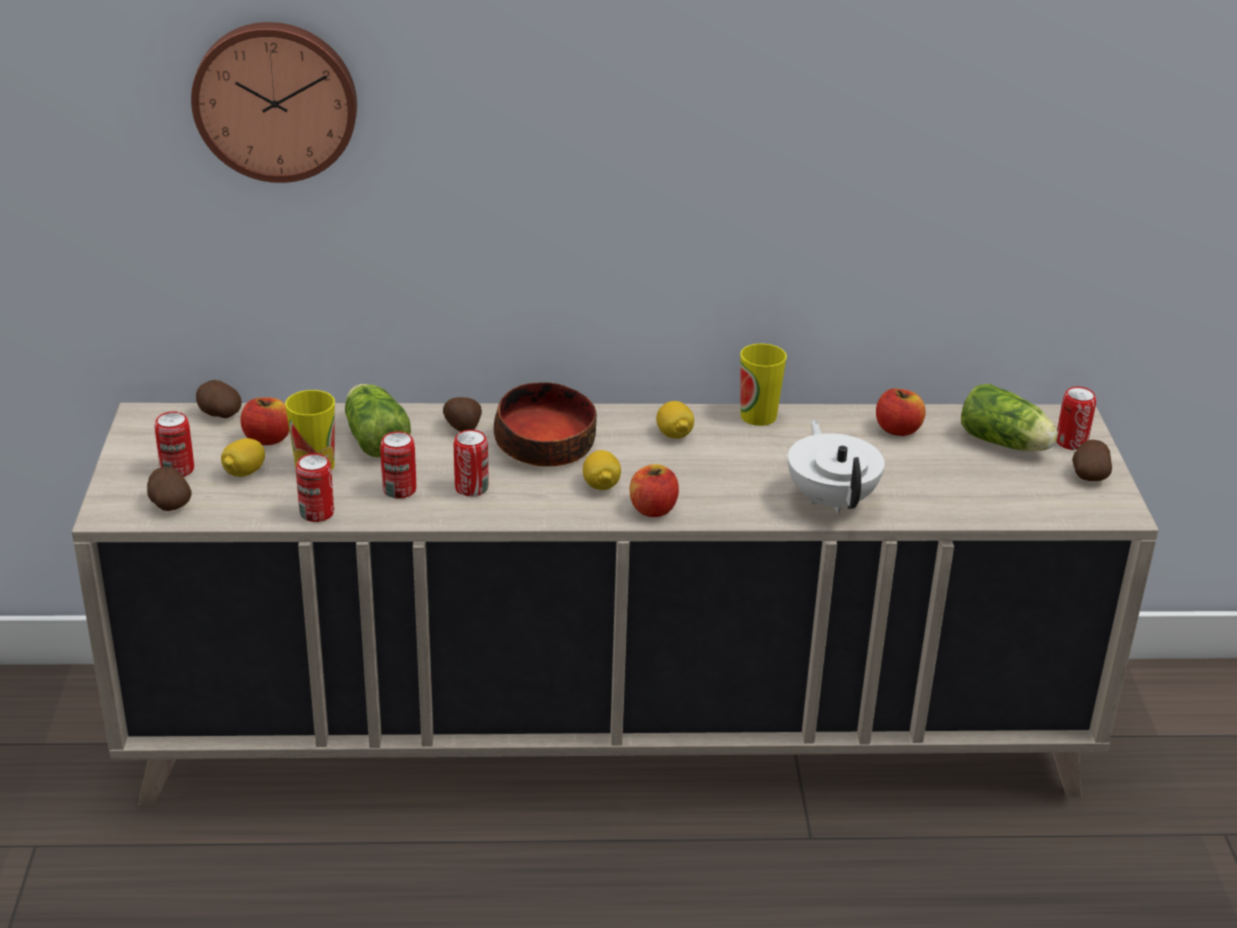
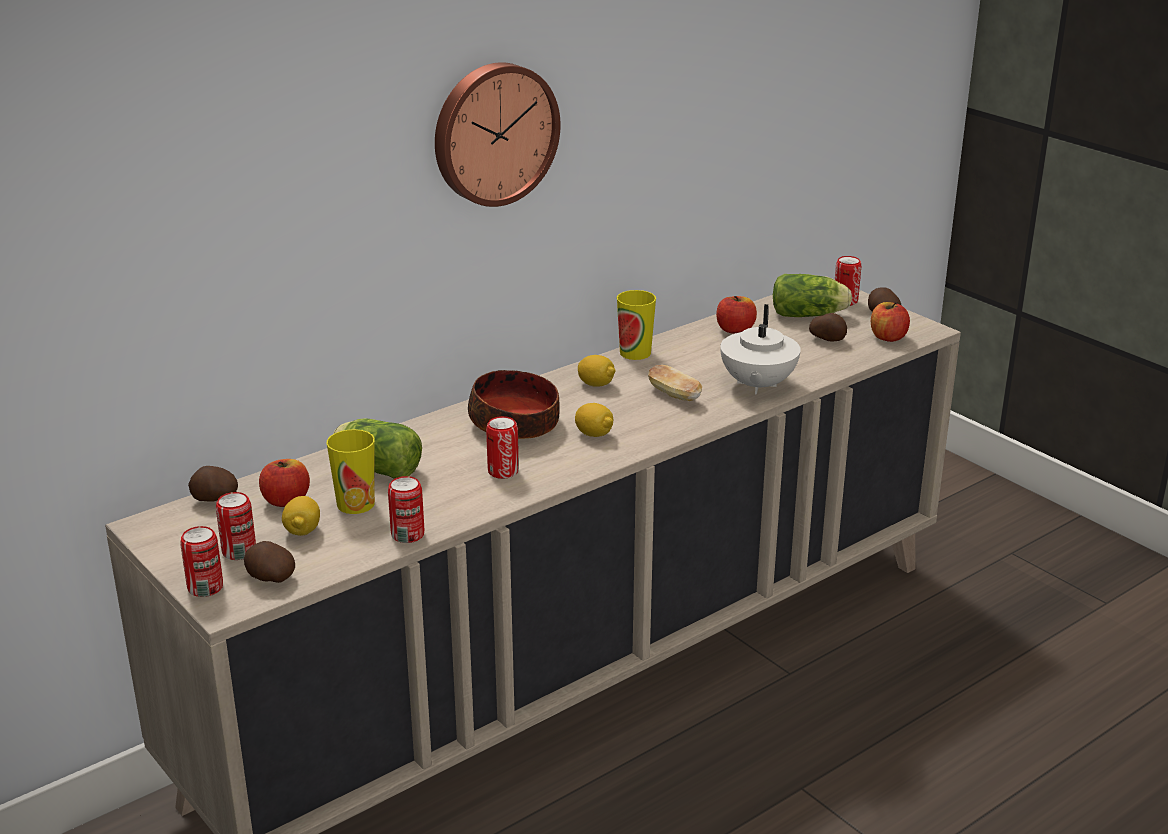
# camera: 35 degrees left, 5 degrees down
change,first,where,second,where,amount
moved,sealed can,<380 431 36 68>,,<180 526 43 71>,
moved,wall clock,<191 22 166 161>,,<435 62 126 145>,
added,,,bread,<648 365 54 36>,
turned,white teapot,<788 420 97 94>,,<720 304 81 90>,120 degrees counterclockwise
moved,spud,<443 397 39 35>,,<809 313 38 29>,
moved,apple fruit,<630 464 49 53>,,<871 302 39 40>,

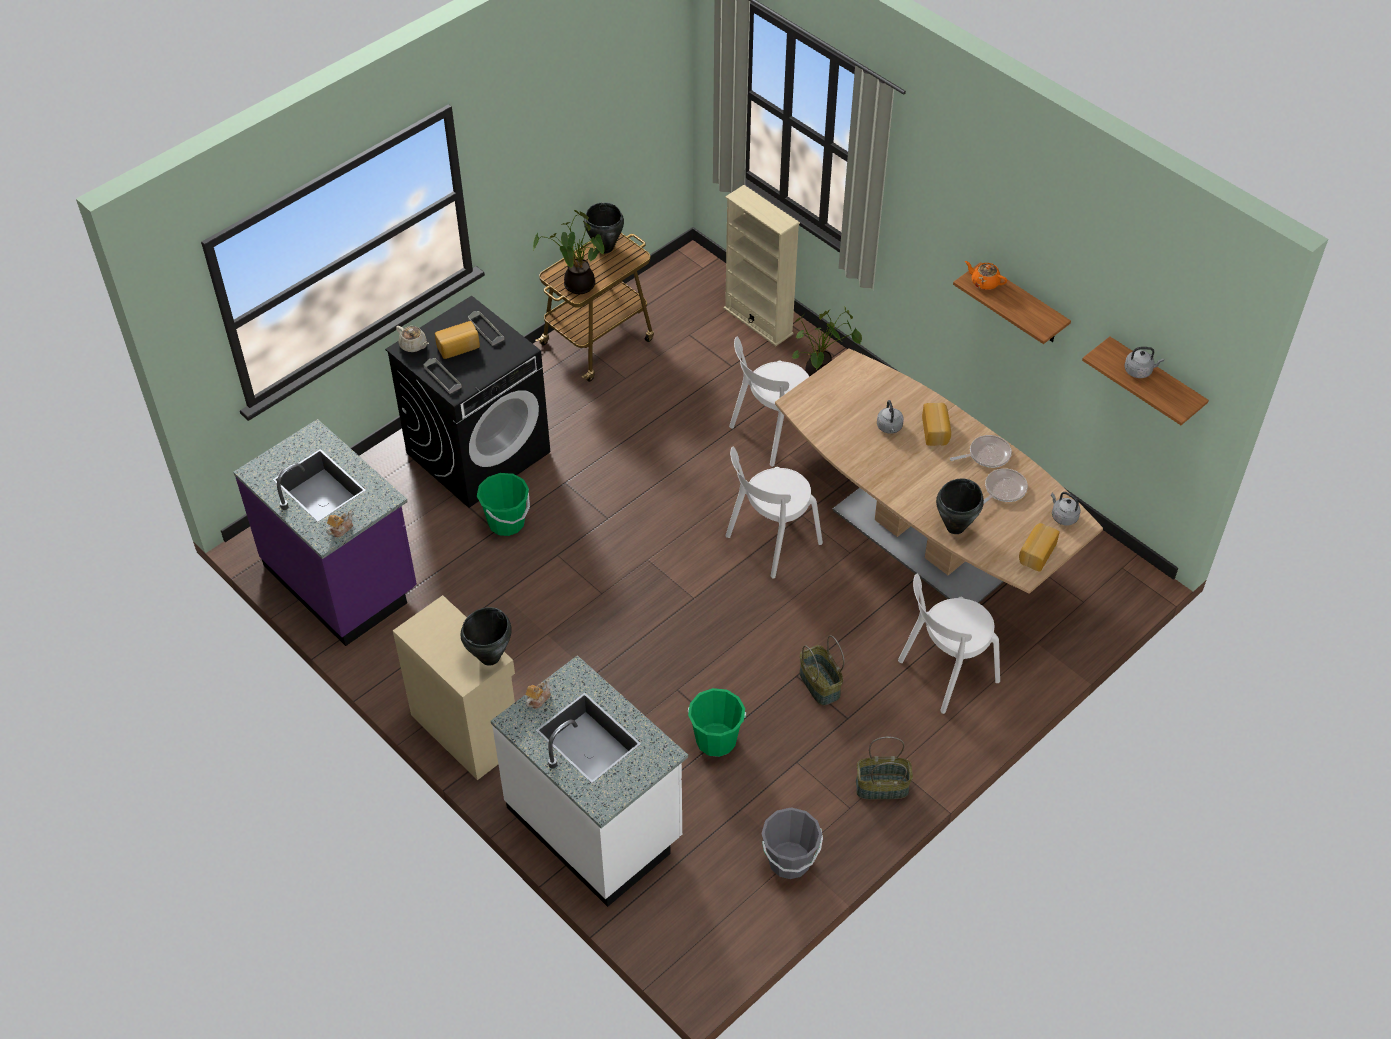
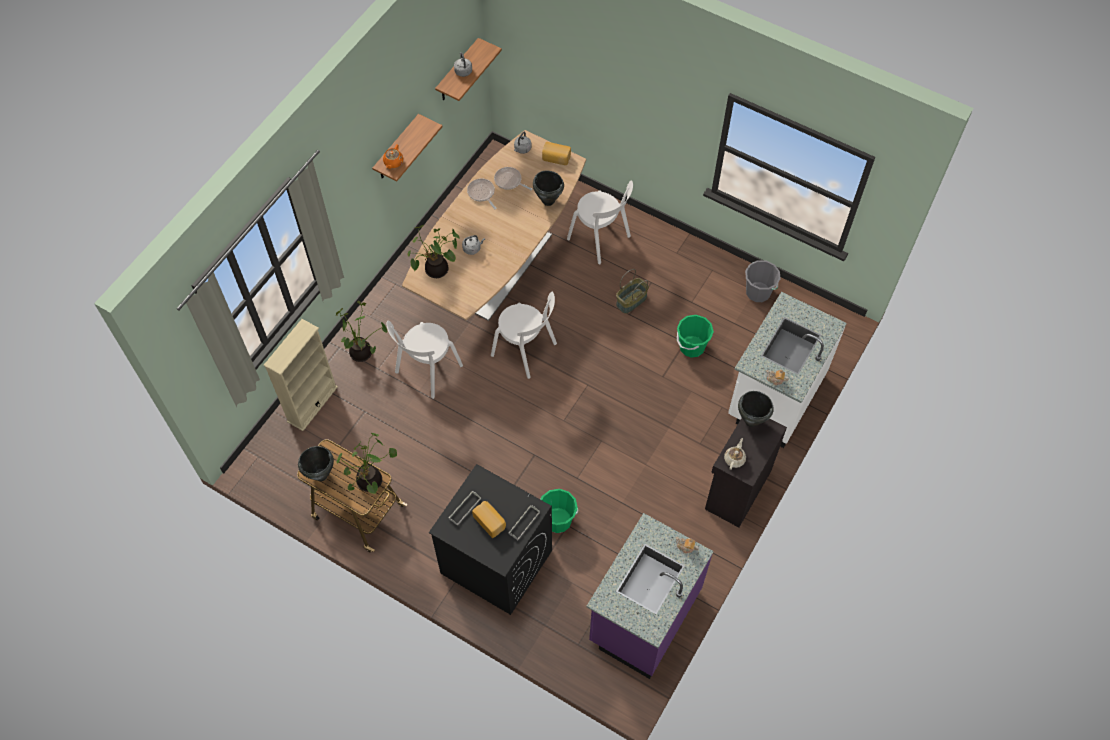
# camera: 105 degrees left, 10 degrees up
change,first,where,second,where,amount
turned,white upright chair,<729 337 80 130>,,<387 320 76 79>,90 degrees clockwise
added,,,potted plant,<408 225 52 53>,
recoloured,beige storage cabinet,<393 595 122 185>,black-coloured storage cabinet,<705 418 82 109>,
moved,beige teapot,<396 326 33 26>,,<724 438 22 32>,
removed,household basket,<856 737 57 62>,,,
removed,bread,<922 403 29 43>,,,

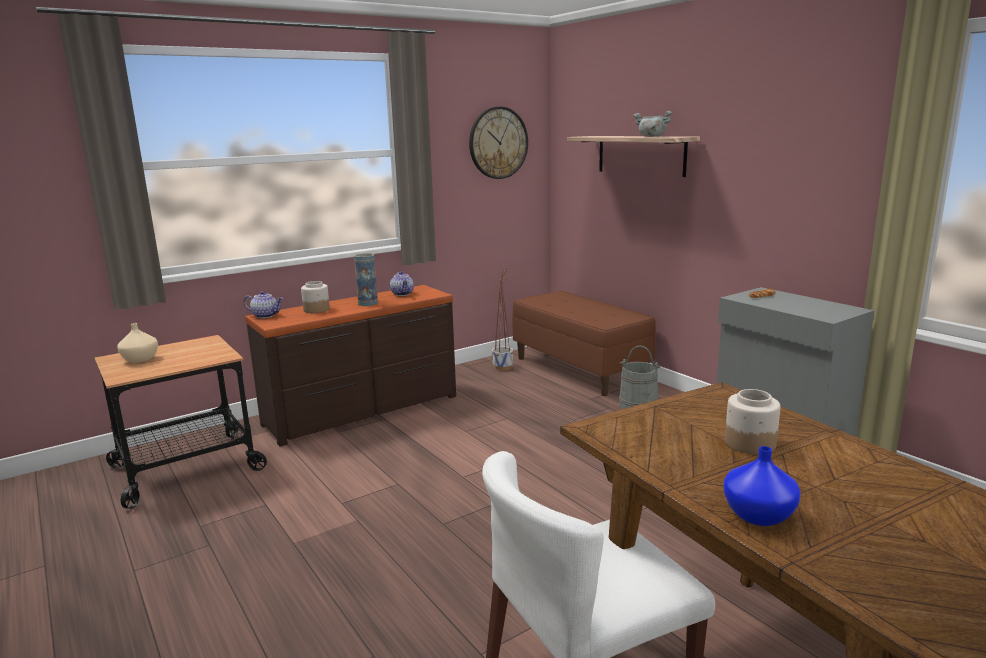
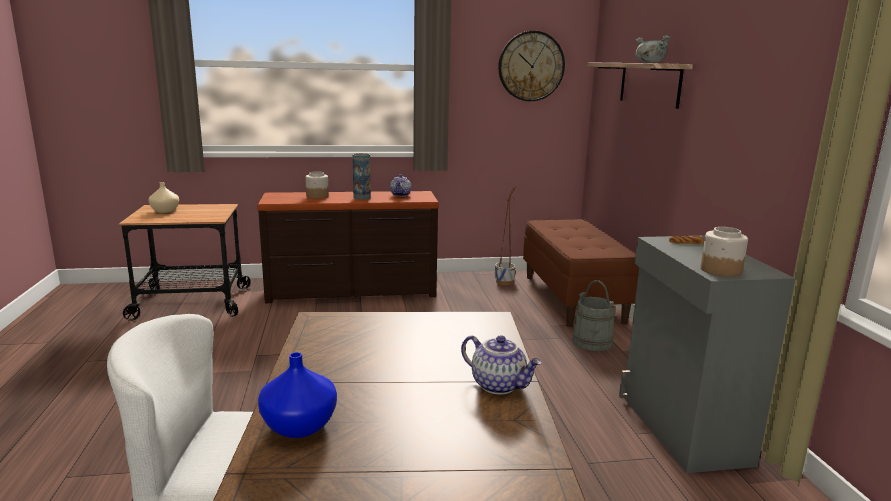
# camera: 25 degrees right, 0 degrees up
change,first,where,second,where,amount
moved,teapot,<244 291 39 27>,,<461 335 81 60>,
moved,jar,<725 389 55 66>,,<701 227 47 50>,

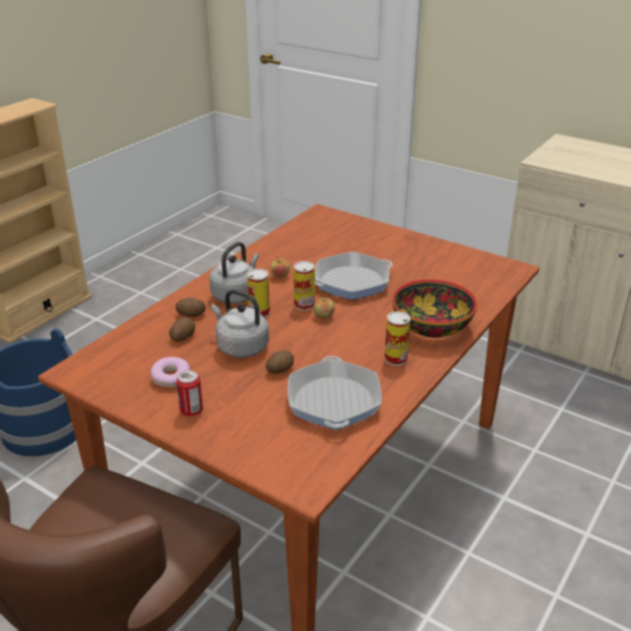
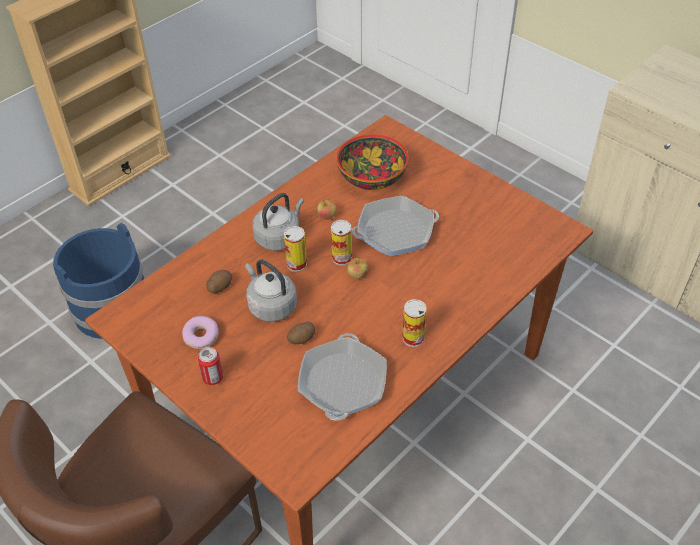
# camera: 10 degrees right, 15 degrees up
change,first,where,second,where,amount
moved,bowl,<392 279 85 59>,,<336 134 73 56>,
removed,spud,<175 298 31 19>,,,

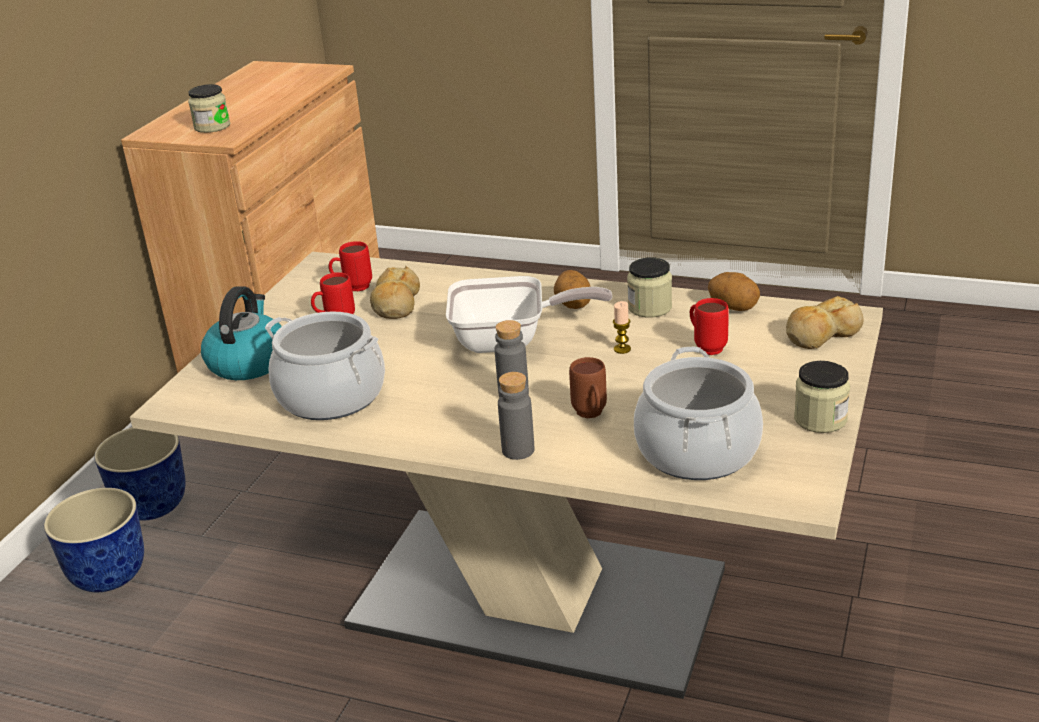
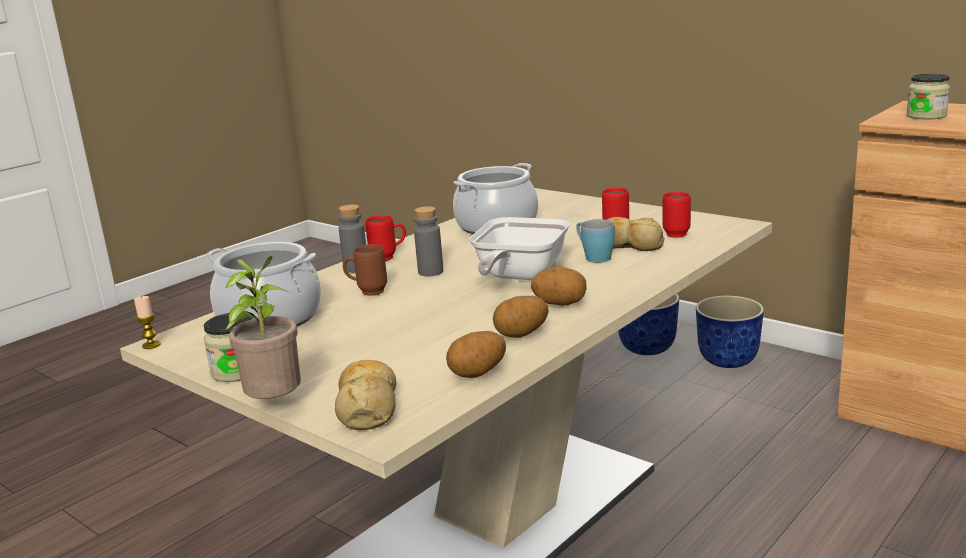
# camera: 110 degrees right, 10 degrees down
change,first,where,second,where,amount
moved,candle,<613 301 18 53>,,<134 296 27 53>,
added,,,potted plant,<225 256 76 143>,
moved,red tea mug,<690 298 39 57>,,<365 215 41 46>,
replaced,jar,<627 257 45 61>,spud,<493 296 56 42>,
added,,,blue-coloured tea mug,<576 219 39 44>,
removed,tea kettle,<201 286 81 94>,,,

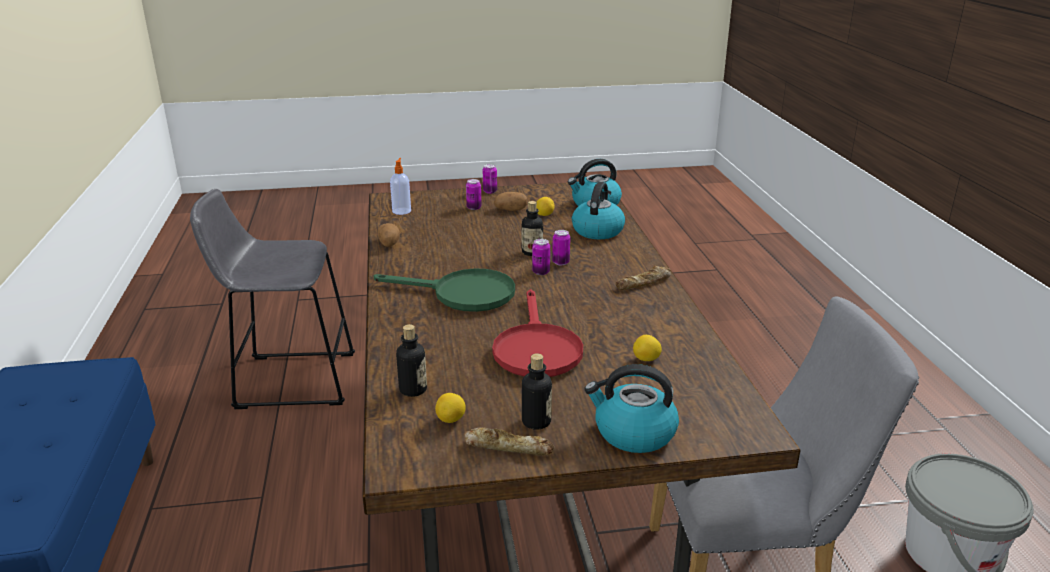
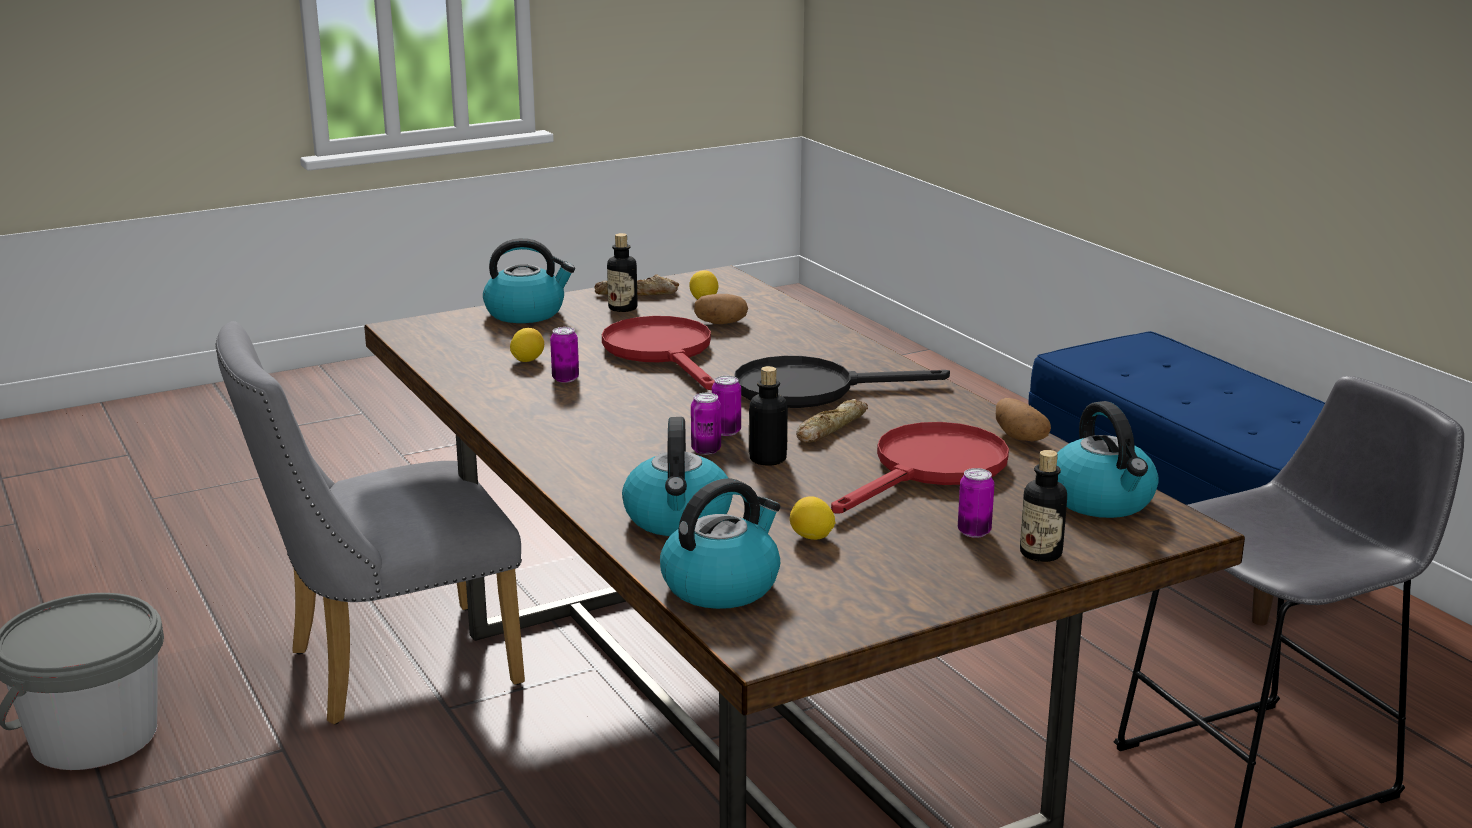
# camera: 160 degrees right, 5 degrees down
change,first,where,second,where,amount
moved,sealed can,<483 164 14 30>,,<550 327 29 56>,
moved,spud,<494 192 33 19>,,<694 294 54 30>,
recoloured,greenish pan,<373 268 142 44>,black-coloured pan,<734 356 216 52>,
moved,bread,<616 266 55 24>,,<796 399 72 44>,
added,,,red pan,<831 422 178 92>,
moved,beverage bottle,<396 324 31 73>,,<1020 450 47 112>,
replaced,soap dispenser,<390 158 21 57>,tea kettle,<1057 401 102 117>,

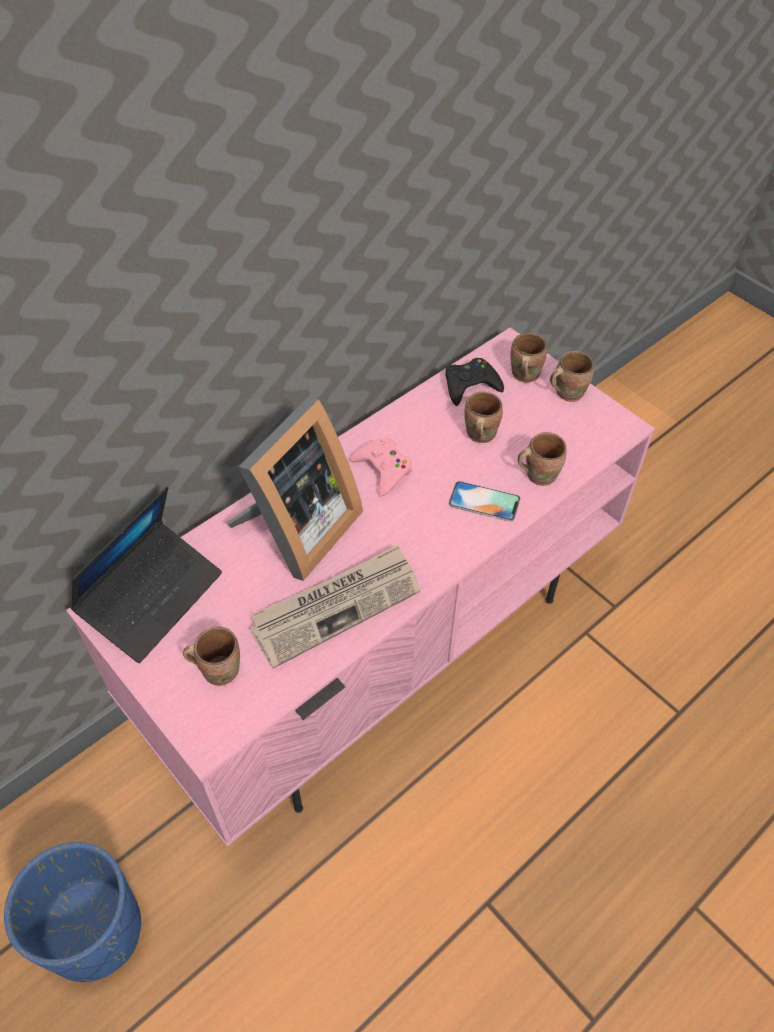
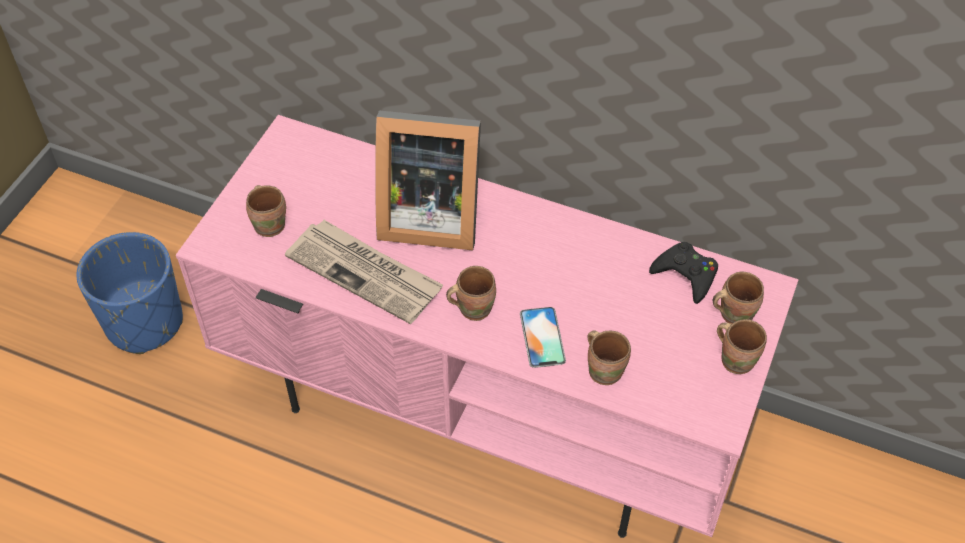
# camera: 65 degrees right, 0 degrees up
change,first,where,second,where,amount
moved,brown tea mug,<464 392 39 51>,,<446 266 50 55>,
removed,laptop,<70 487 152 176>,,,
removed,pink-coloured gamepad,<349 438 63 59>,,,

